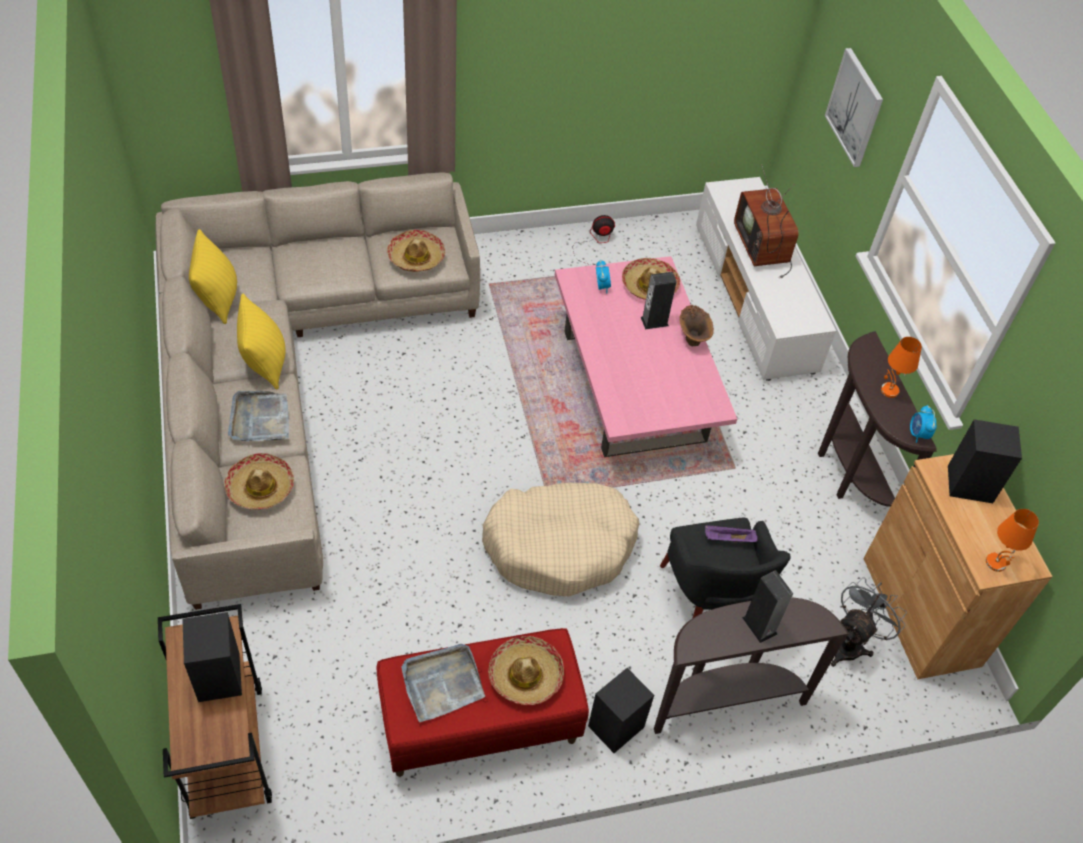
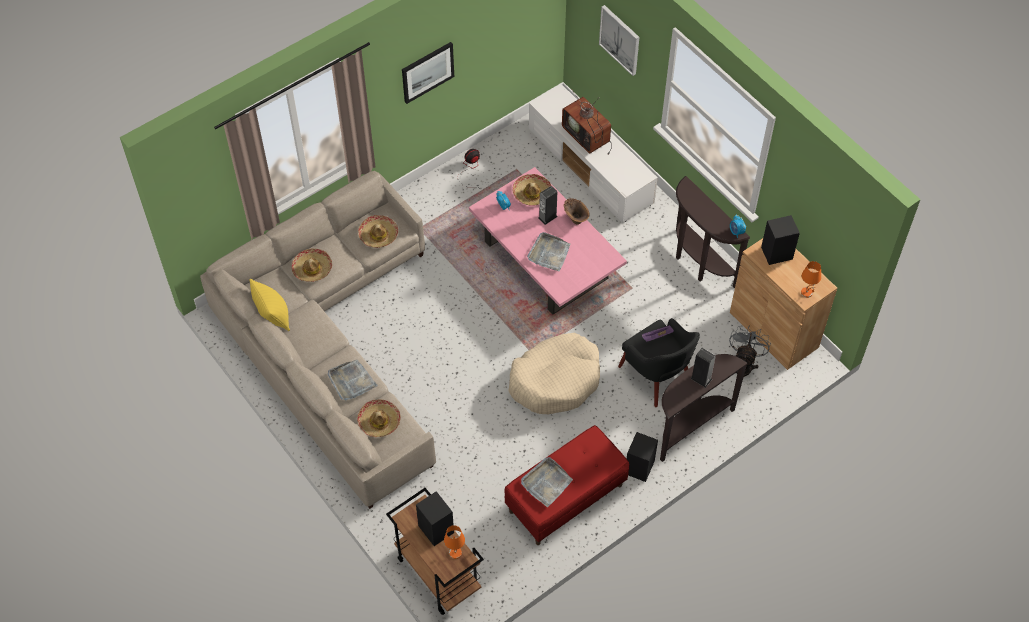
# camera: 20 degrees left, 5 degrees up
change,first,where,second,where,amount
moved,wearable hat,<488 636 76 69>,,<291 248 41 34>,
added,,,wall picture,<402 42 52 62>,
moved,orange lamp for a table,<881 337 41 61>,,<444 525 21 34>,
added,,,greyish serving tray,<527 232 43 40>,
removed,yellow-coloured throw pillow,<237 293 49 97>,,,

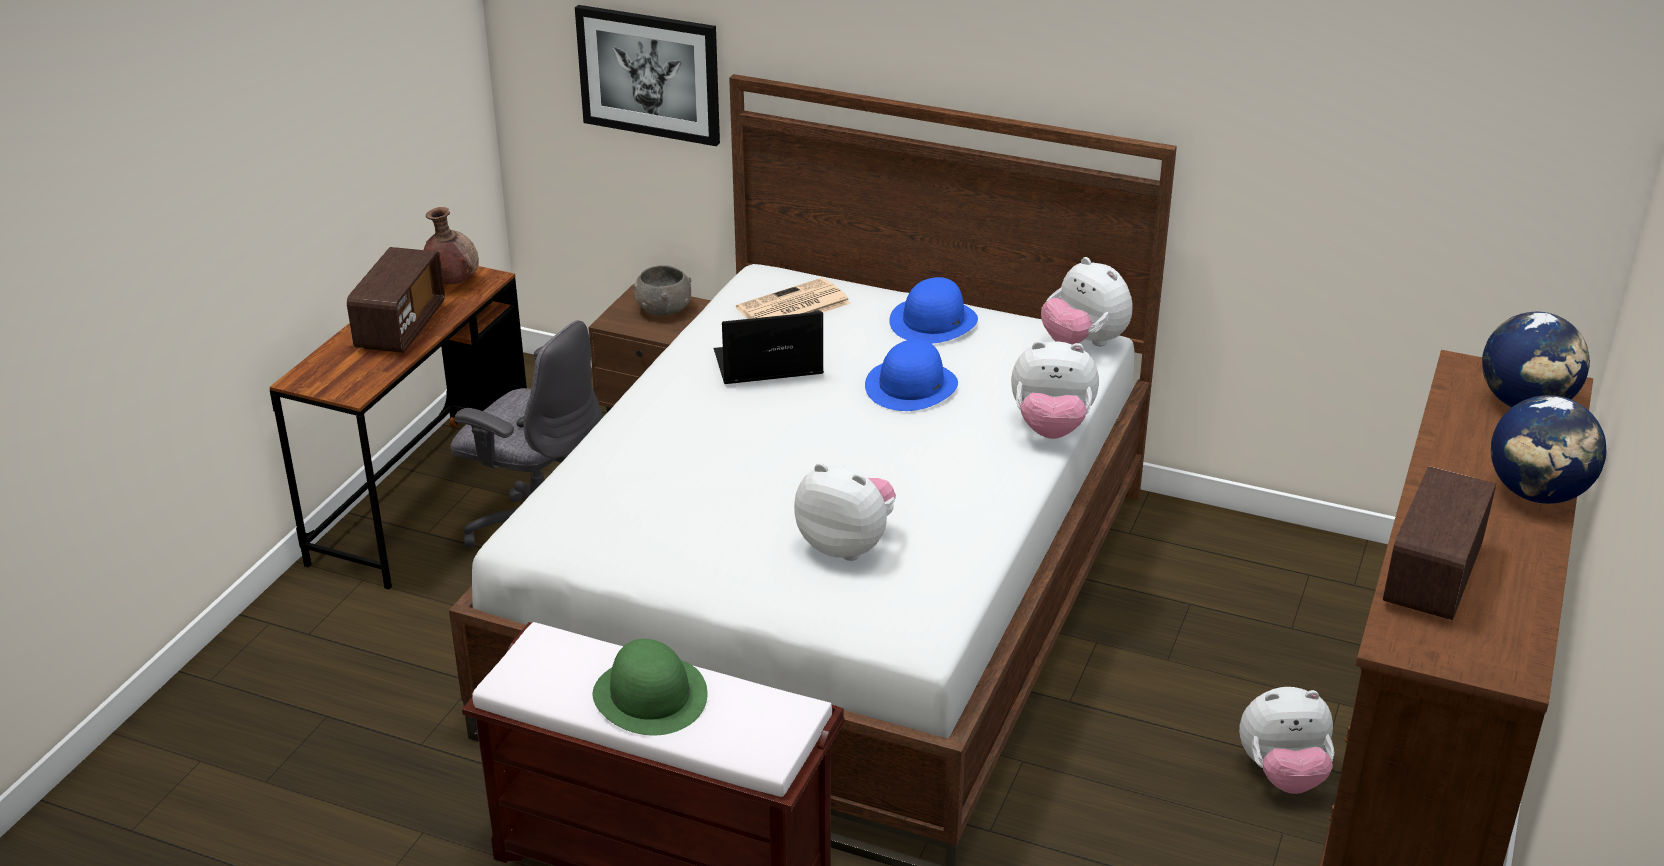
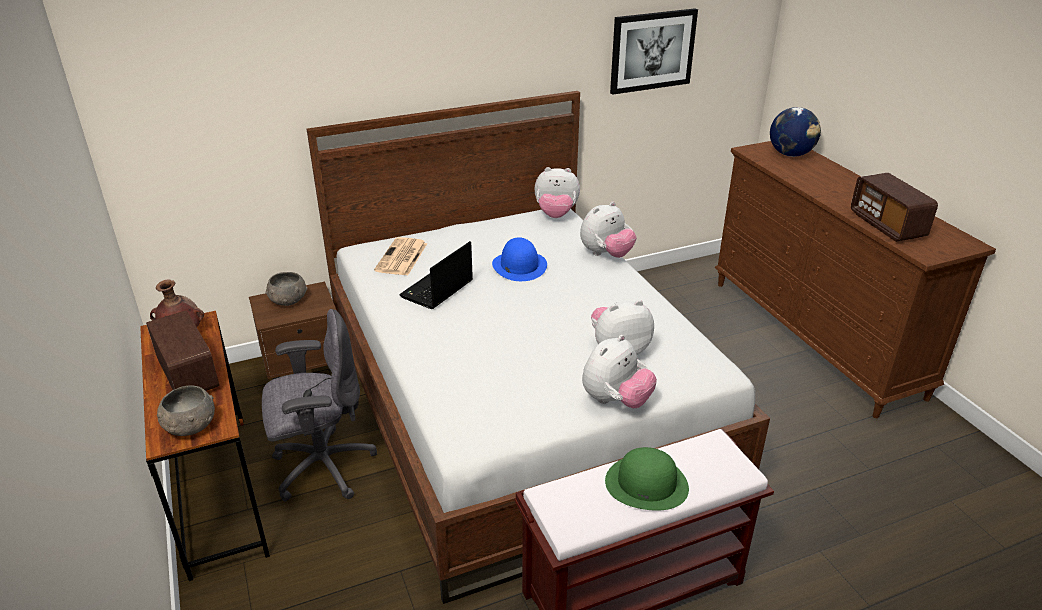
# camera: 45 degrees left, 0 degrees up
change,first,where,second,where,amount
added,,,greyish bowl,<157 385 58 51>,
moved,plush toy,<1239 687 95 107>,,<582 335 75 73>,
moved,wall picture,<575 5 145 141>,,<610 8 88 87>,
removed,blue-coloured wearable hat,<889 277 89 67>,,,
removed,desk globe,<1491 395 115 109>,,,

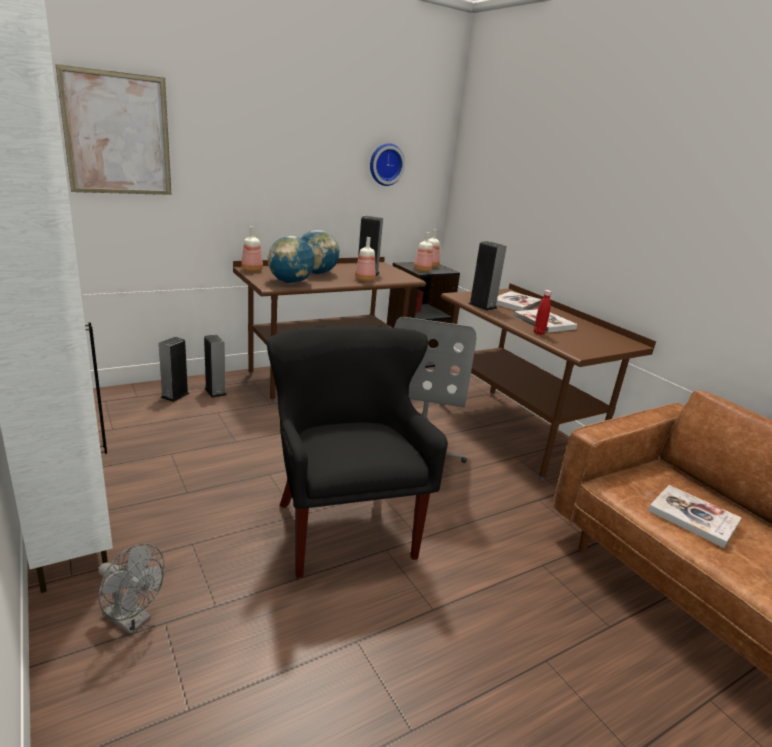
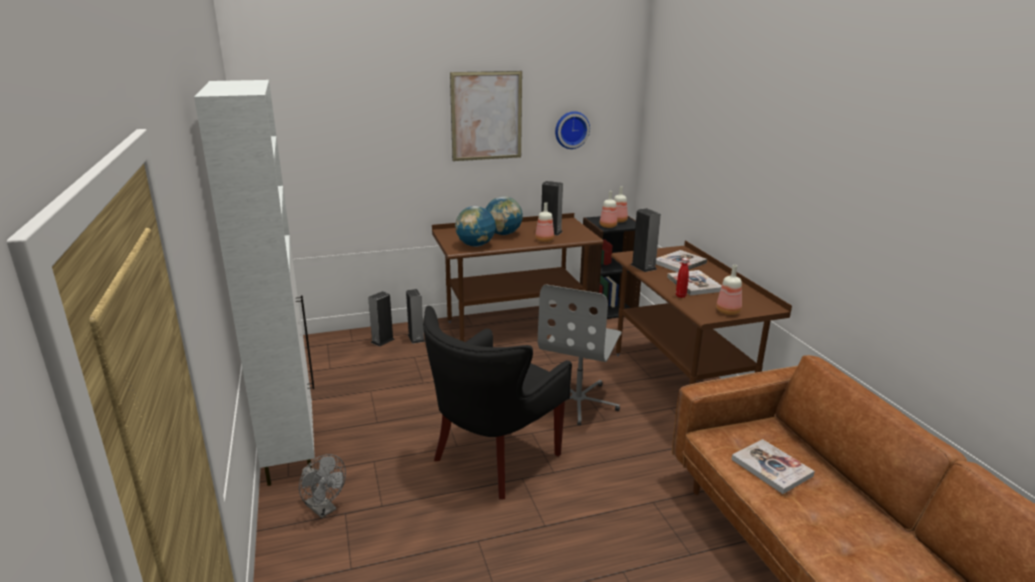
# camera: 15 degrees right, 0 degrees up
change,first,where,second,where,amount
turned,black-coloured armchair,<267 326 181 253>,,<423 306 149 194>,135 degrees counterclockwise
moved,wall picture,<55 64 116 131>,,<450 71 72 90>,
moved,beverage bottle,<241 226 22 46>,,<716 265 26 50>,

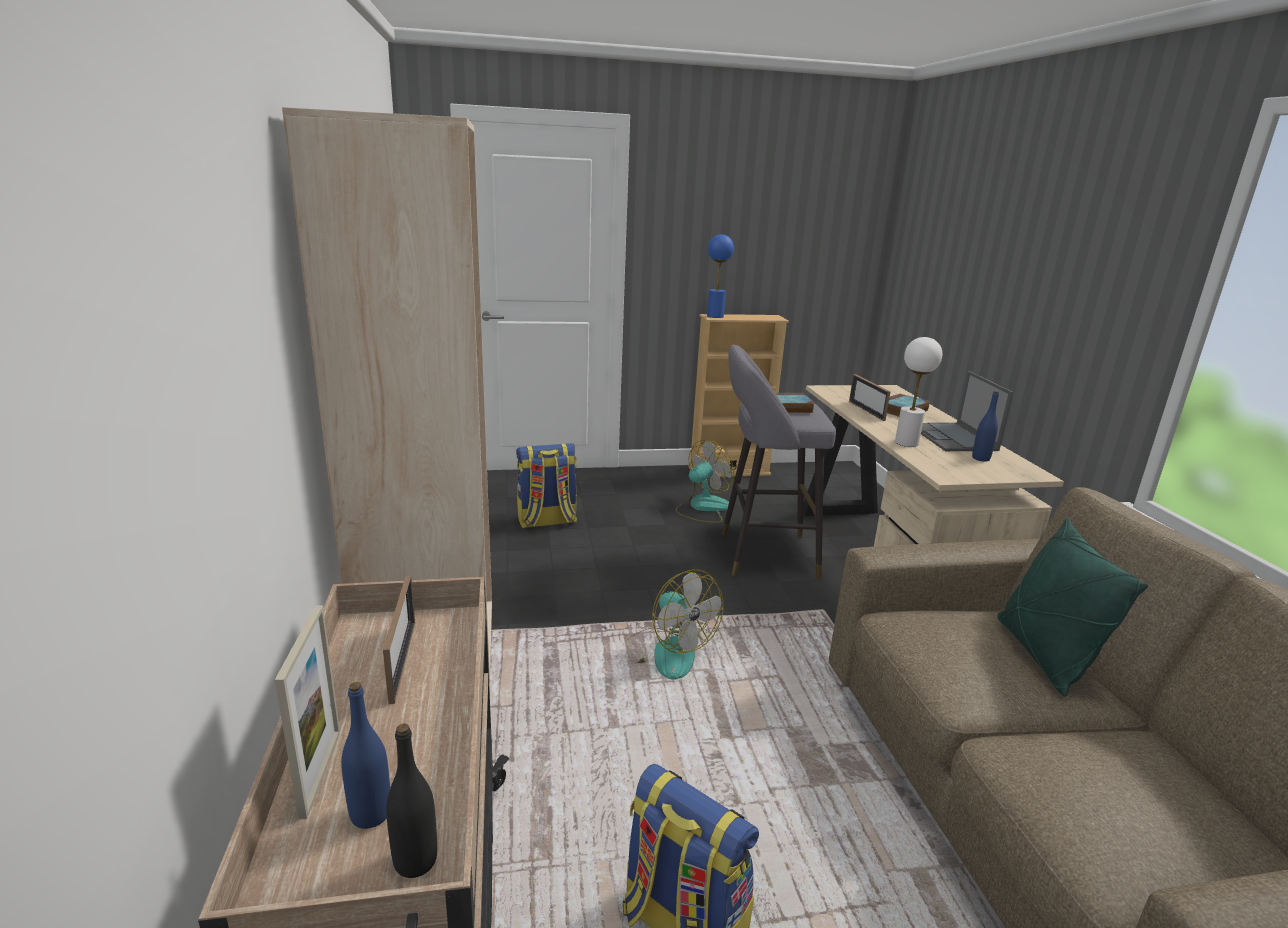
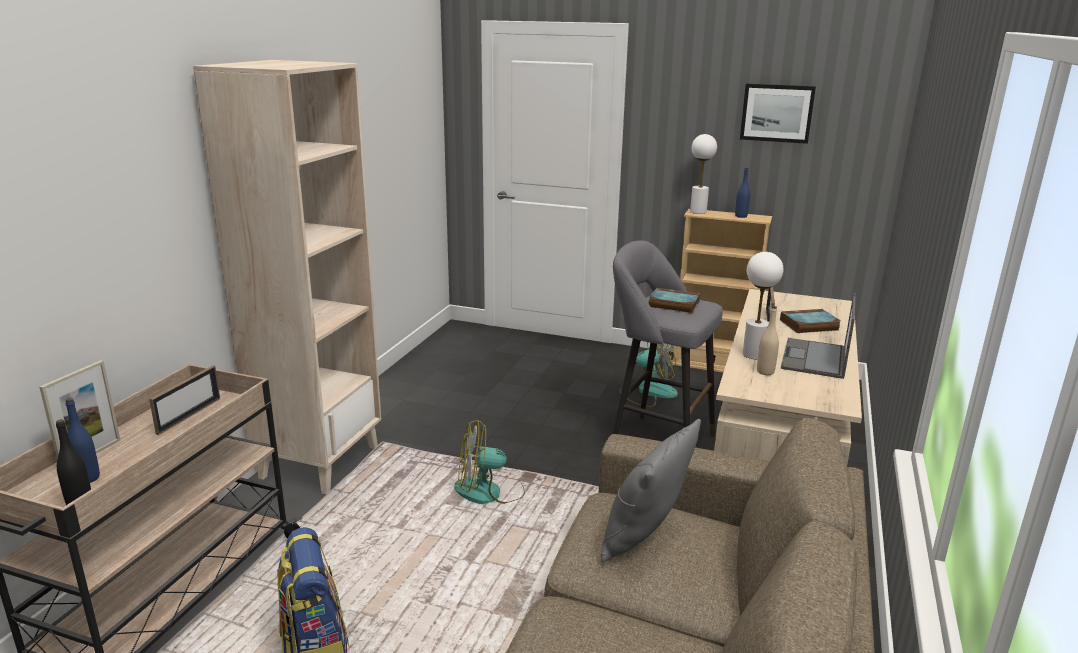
# camera: 30 degrees right, 0 degrees up
change,first,where,second,where,amount
turned,electric fan,<626 570 98 110>,,<454 420 71 84>,90 degrees clockwise
added,,,greyish throw pillow,<601 419 100 144>,
recoloured,blue-coloured lamp for a table,<707 234 27 84>,white lamp for a table,<690 134 27 80>,
moved,blue-coloured beverage bottle,<972 391 27 71>,,<735 167 15 51>,
added,,,wall picture,<740 84 76 60>,
added,,,beige beverage bottle,<757 306 22 69>,
removed,backpack,<516 443 61 85>,,,
removed,greenish throw pillow,<997 518 151 179>,,,

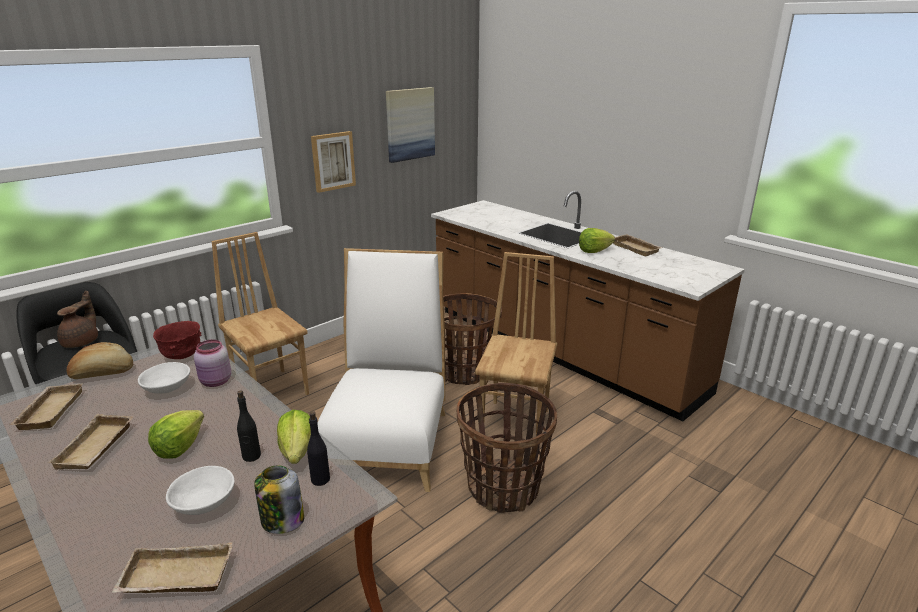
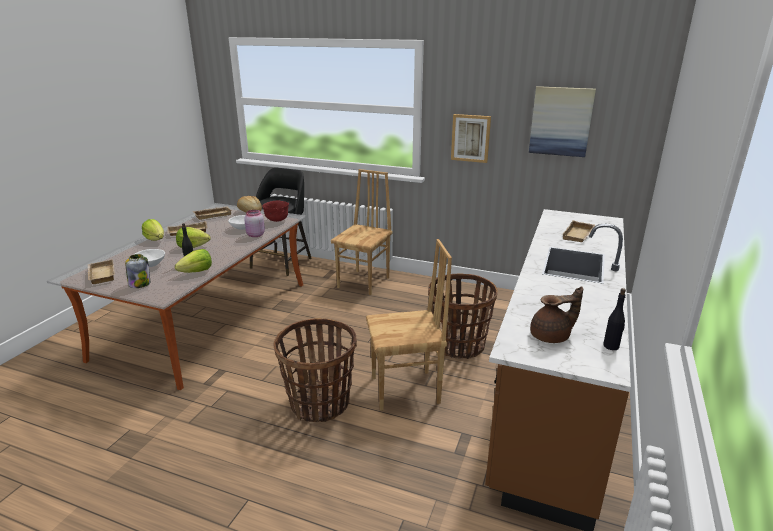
# camera: 65 degrees right, 0 degrees up
change,first,where,second,where,amount
moved,lettuce head,<579 228 36 25>,,<142 219 22 22>,
moved,brown teapot,<57 291 41 57>,,<530 286 53 57>,
moved,beige serving tray,<613 234 49 23>,,<562 220 33 22>,
moved,black-coloured beverage bottle,<307 411 23 75>,,<603 288 23 62>,
removed,white upright chair,<317 248 128 244>,,,

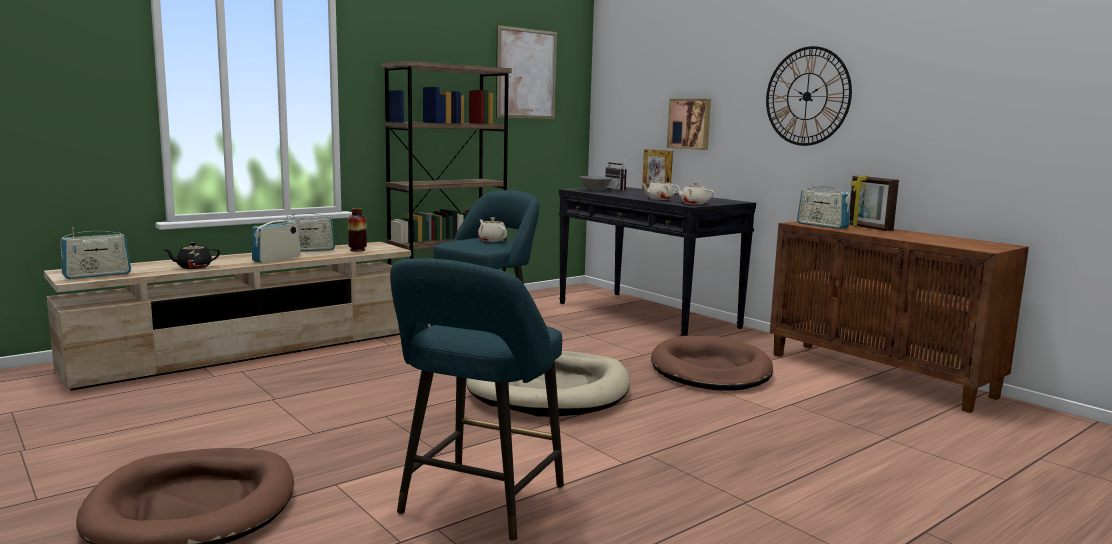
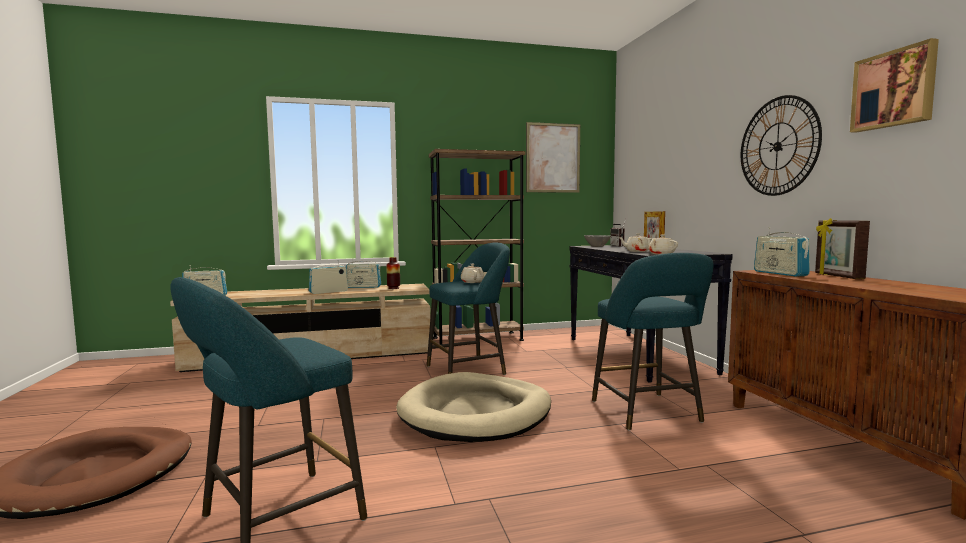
# camera: 25 degrees right, 5 degrees down
change,first,where,second,where,amount
replaced,brown dog bed,<651 336 122 55>,blue-green stool,<592 253 121 178>,
moved,wall picture,<667 99 44 51>,,<850 38 89 95>,
removed,black-coloured teapot,<163 242 57 27>,,,

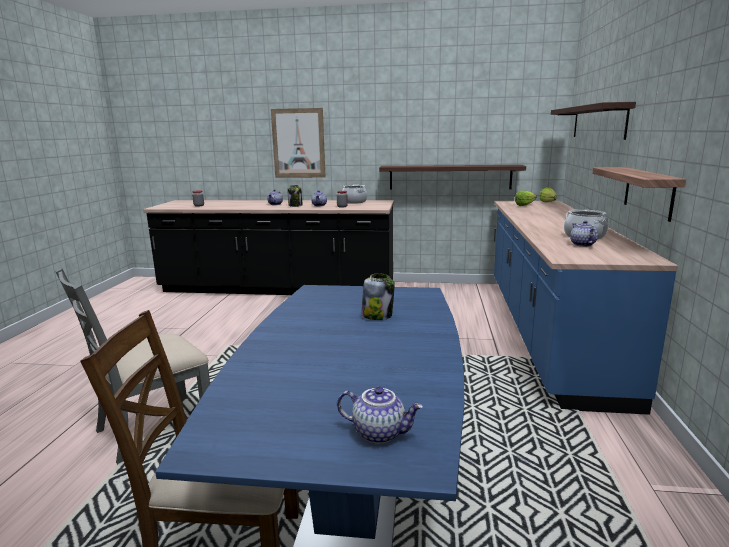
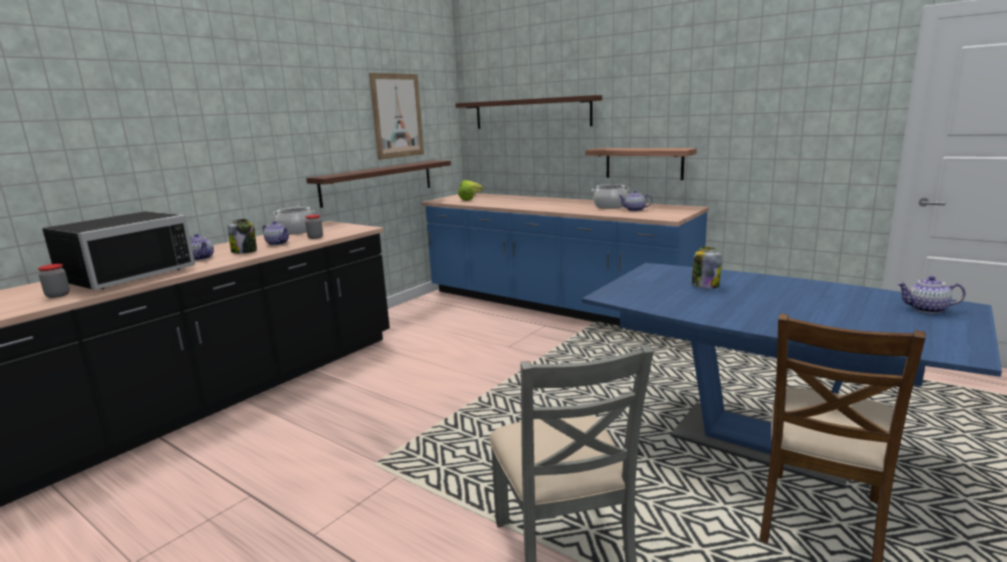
# camera: 60 degrees left, 0 degrees up
change,first,where,second,where,amount
added,,,black-coloured microwave,<42 211 153 79>,
moved,wall picture,<271 108 54 70>,,<369 73 55 87>,
turned,teapot,<337 386 86 58>,,<897 276 69 38>,120 degrees counterclockwise

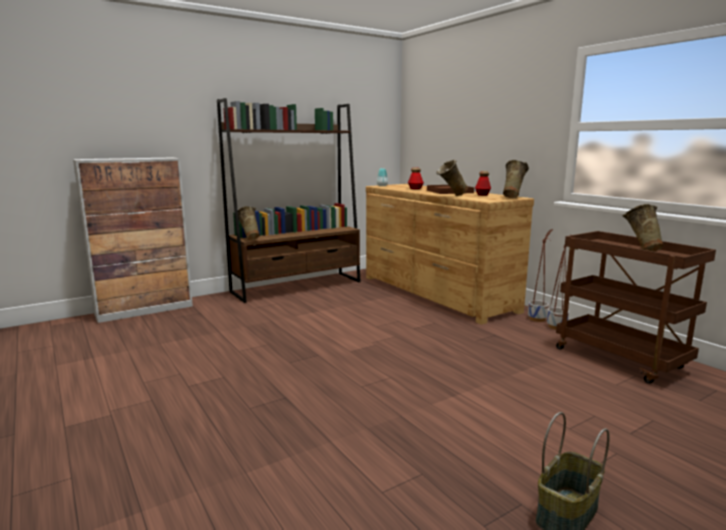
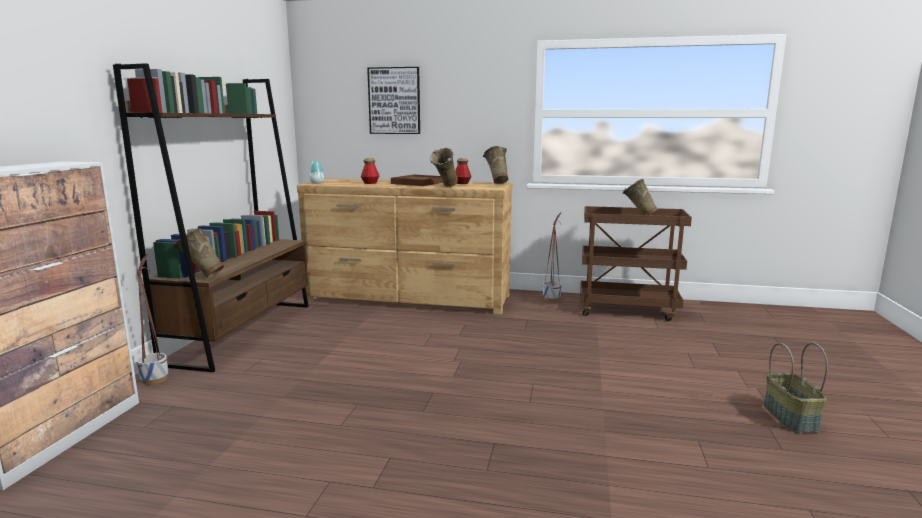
# camera: 45 degrees left, 0 degrees up
change,first,where,second,where,amount
moved,planter,<528 229 25 93>,,<137 254 31 131>,
added,,,wall picture,<367 67 53 67>,

